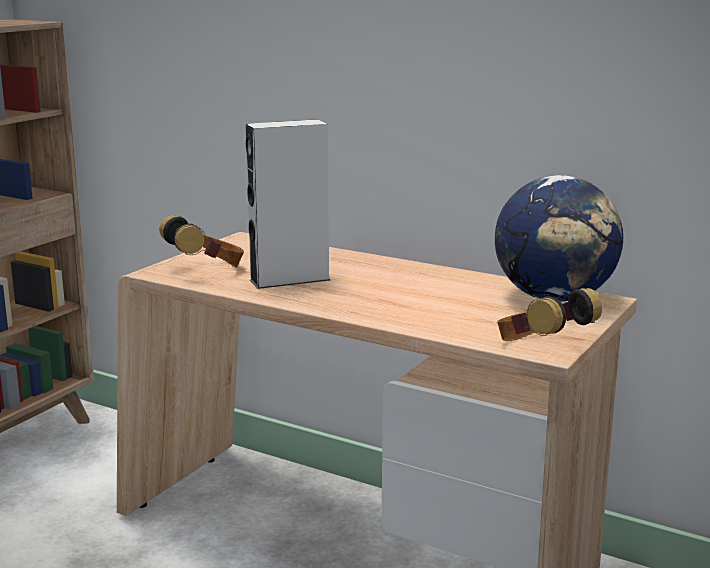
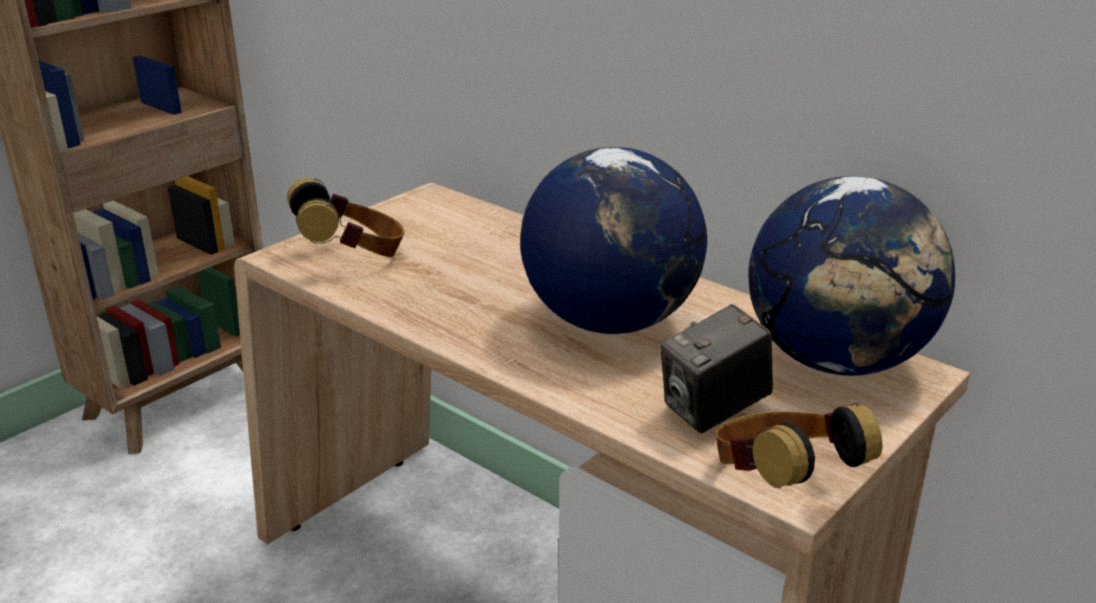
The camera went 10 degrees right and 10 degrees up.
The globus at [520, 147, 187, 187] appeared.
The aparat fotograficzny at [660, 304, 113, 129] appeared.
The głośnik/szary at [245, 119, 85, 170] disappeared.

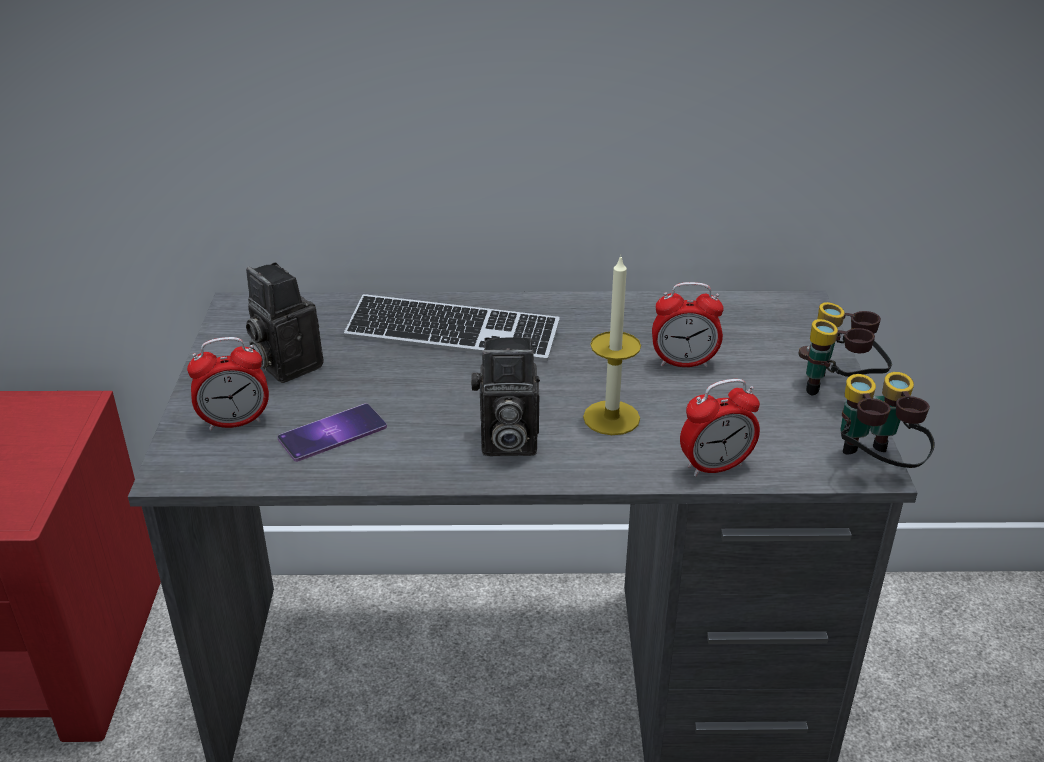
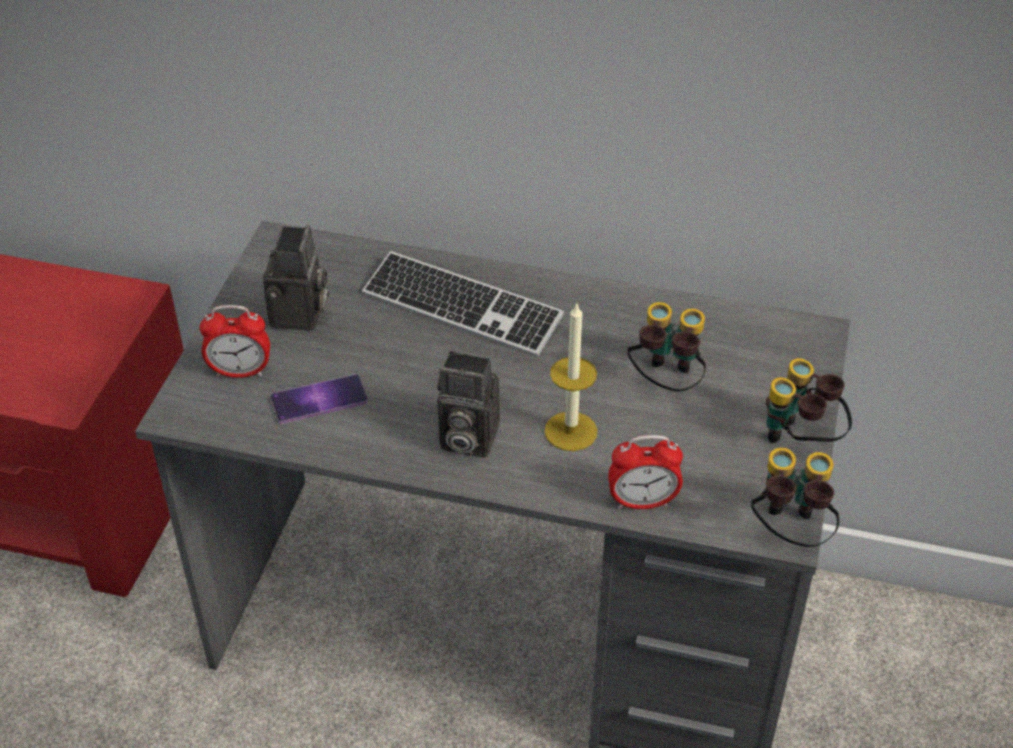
The camera went 15 degrees right and 10 degrees up.
The aparat fotograficzny at [246, 262, 77, 121] turned 150 degrees counterclockwise.
The budzik at [652, 282, 72, 85] was replaced by the lornetka at [628, 302, 78, 90].

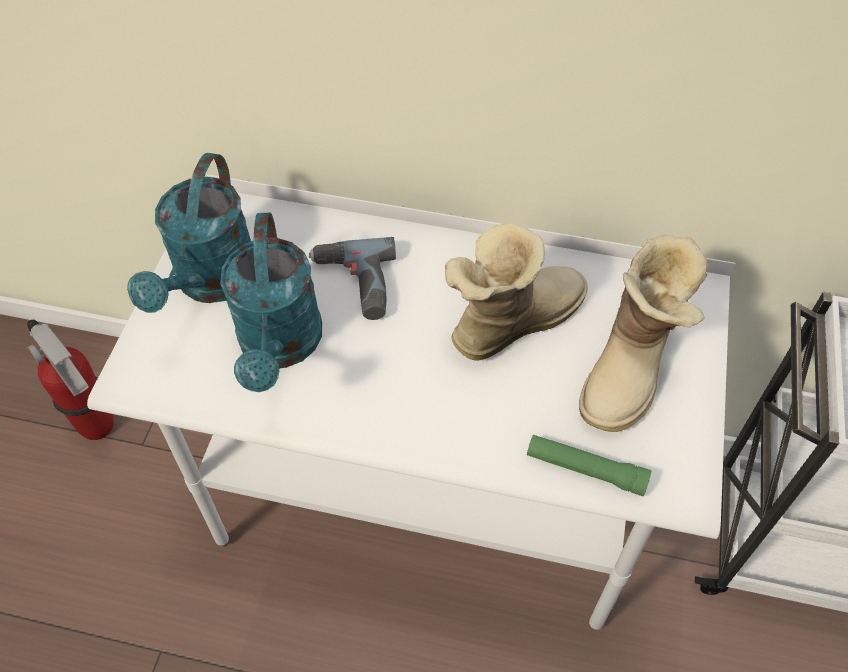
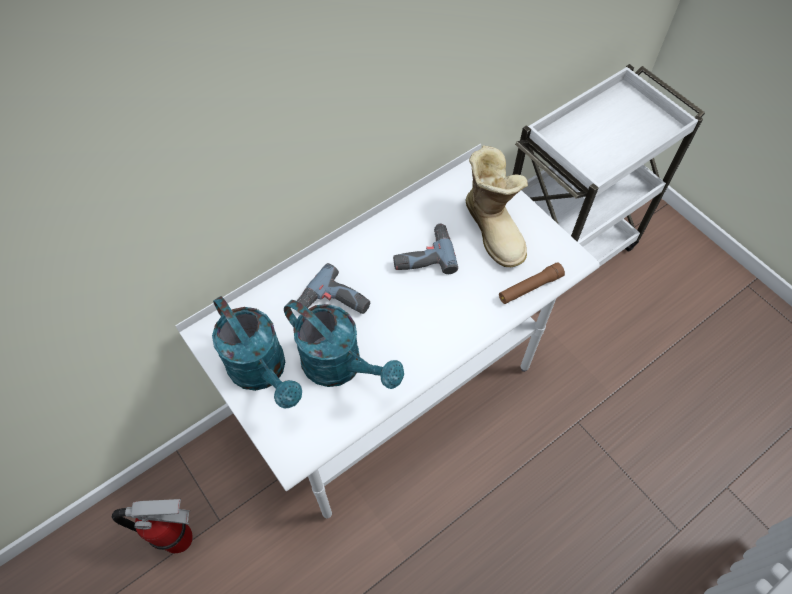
The camera went 50 degrees left and 5 degrees up.
The but z cholewką at [445, 224, 143, 137] was replaced by the wiertarka at [393, 223, 65, 51].
The latarka/zielony at [527, 435, 124, 61] became the latarka/brązowy at [499, 262, 66, 42].

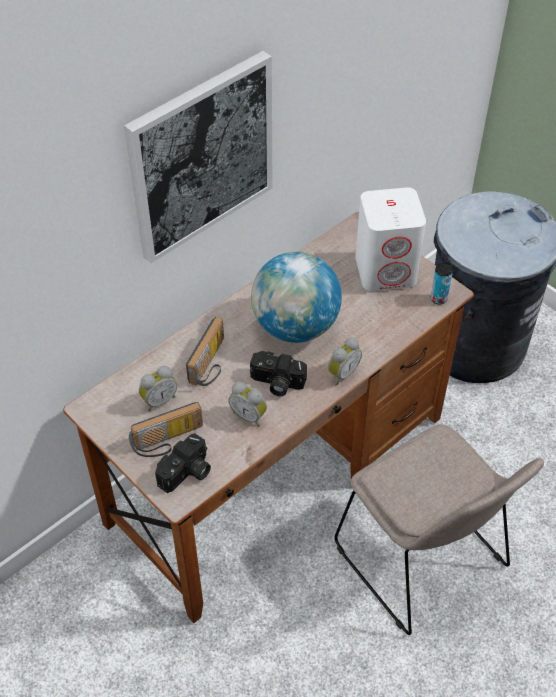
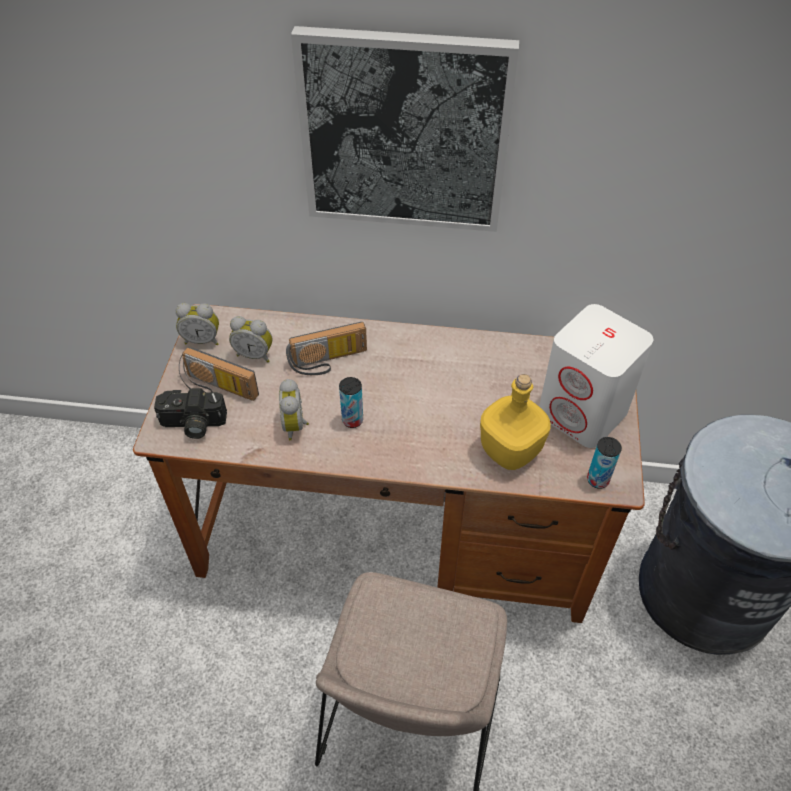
The camera went 50 degrees right and 0 degrees up.
The budzik moved from [328, 337, 34, 48] to [176, 303, 43, 42].
The aparat fotograficzny at [250, 351, 57, 45] was replaced by the puszka at [339, 377, 24, 51].
The butelka/żółty at [480, 374, 71, 96] appeared.
The globus at [251, 252, 91, 91] disappeared.

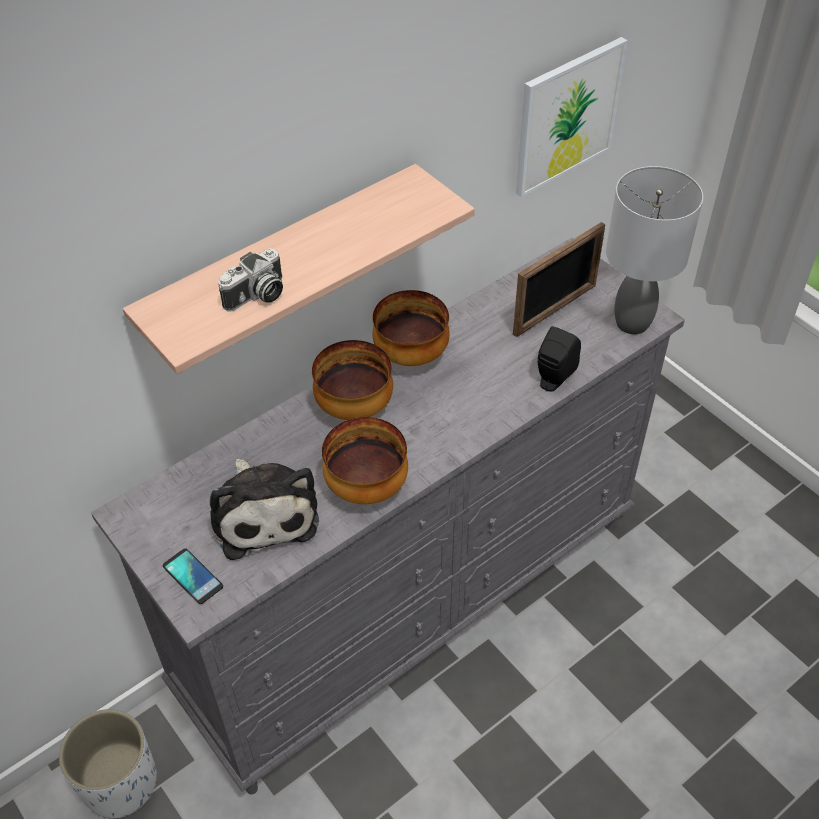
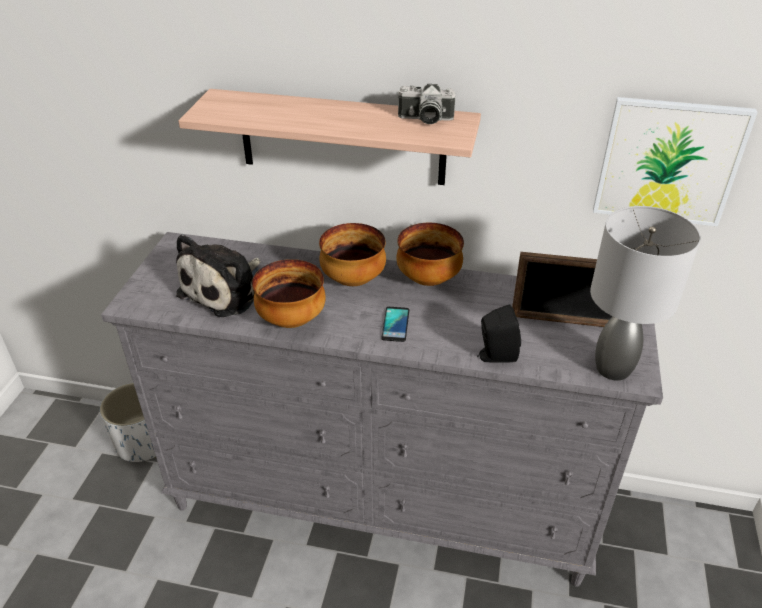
The camera went 50 degrees right and 10 degrees down.
The telefon moved from [163, 548, 60, 56] to [381, 307, 28, 35].
The aparat fotograficzny moved from [218, 248, 65, 64] to [397, 84, 58, 40].

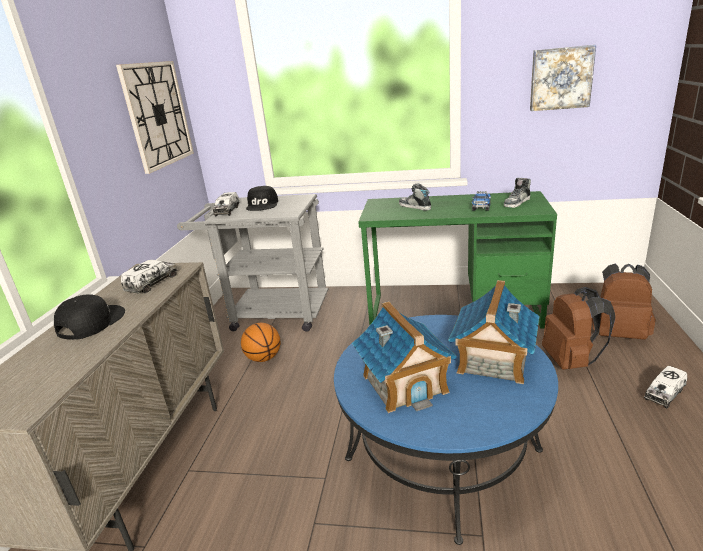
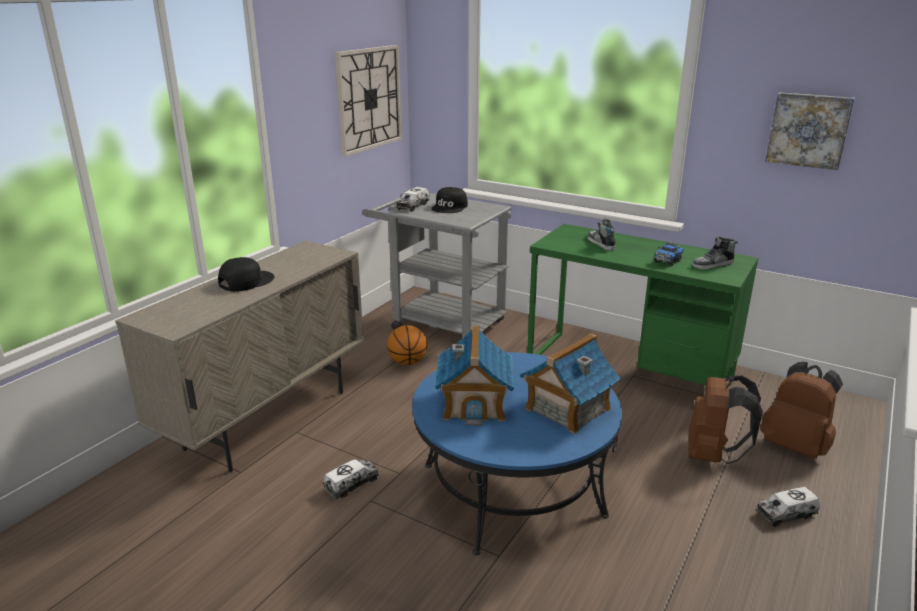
The camera went 20 degrees right and 0 degrees up.
The ciężarówka zabawkowa moved from [121, 260, 57, 33] to [323, 459, 56, 40].

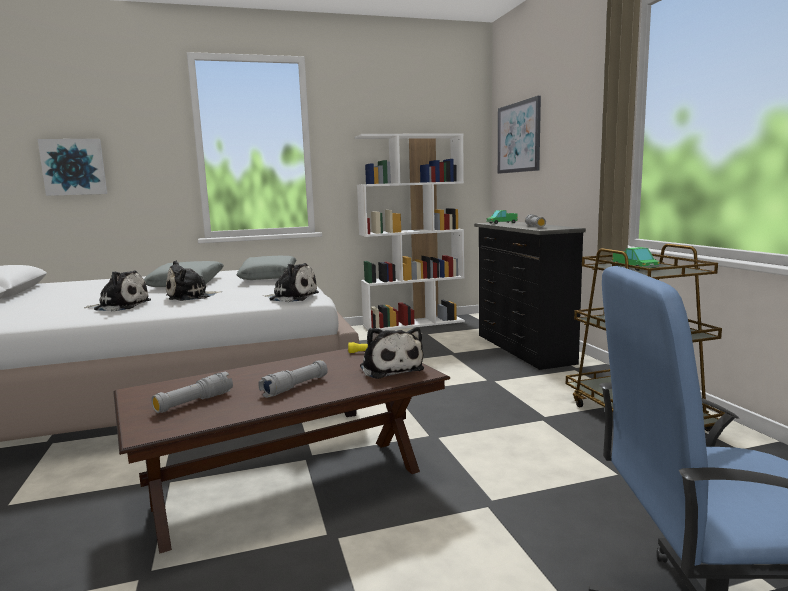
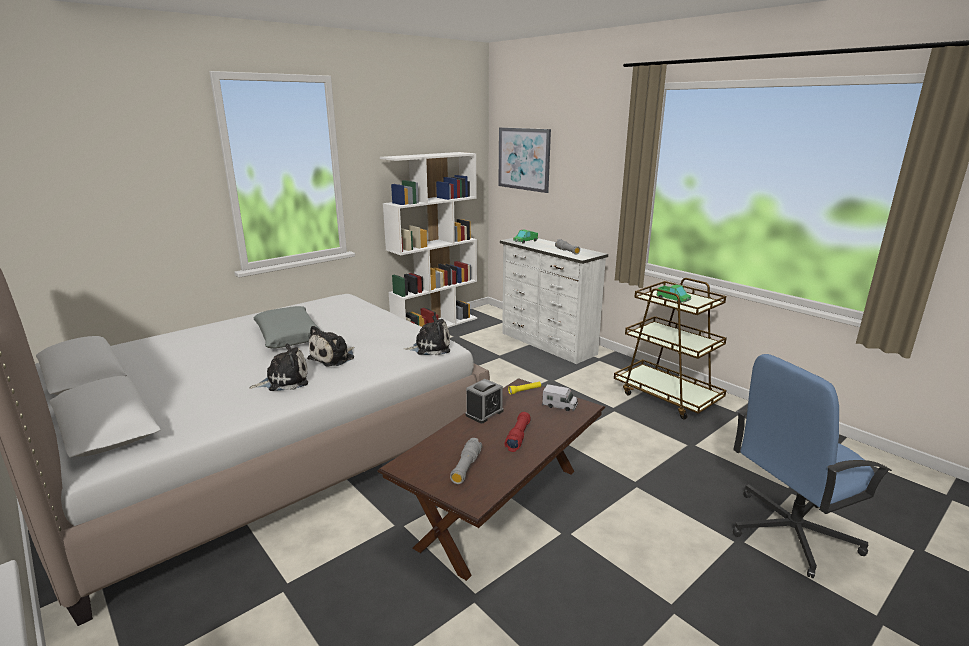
The camera went 25 degrees left and 10 degrees up.
The budzik at [465, 379, 38, 44] appeared.
The komoda/czarny at [474, 221, 112, 149] became the komoda/biały at [500, 238, 108, 126].
The latarka/szary at [258, 360, 70, 38] became the latarka/czerwony at [504, 412, 27, 40].
The pluszak at [360, 327, 64, 52] was replaced by the ciężarówka zabawkowa at [542, 384, 36, 27].
The obraz at [38, 139, 69, 57] disappeared.
The poduszka/szary at [236, 256, 61, 24] disappeared.

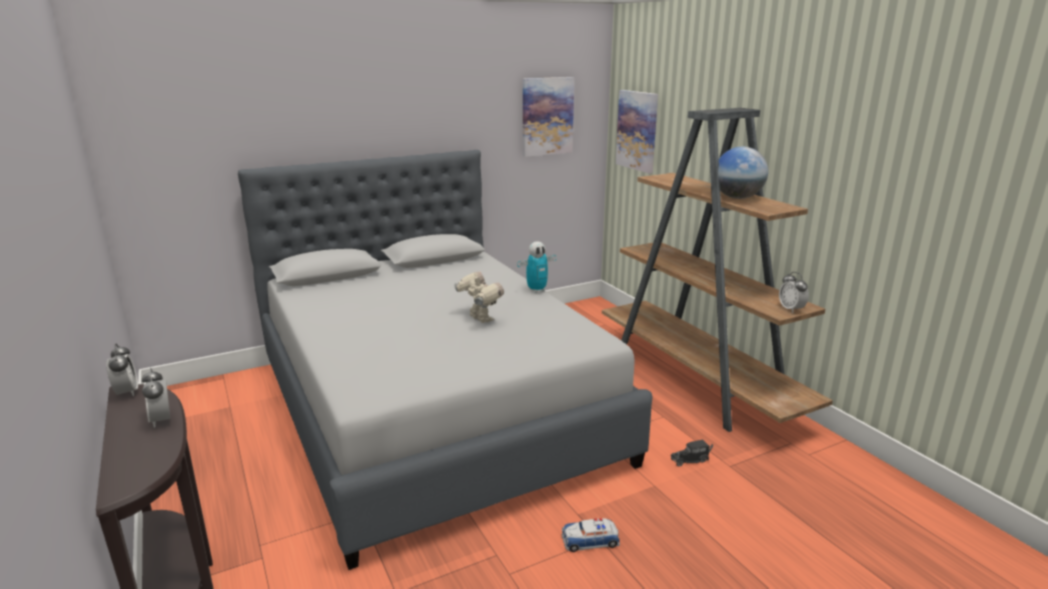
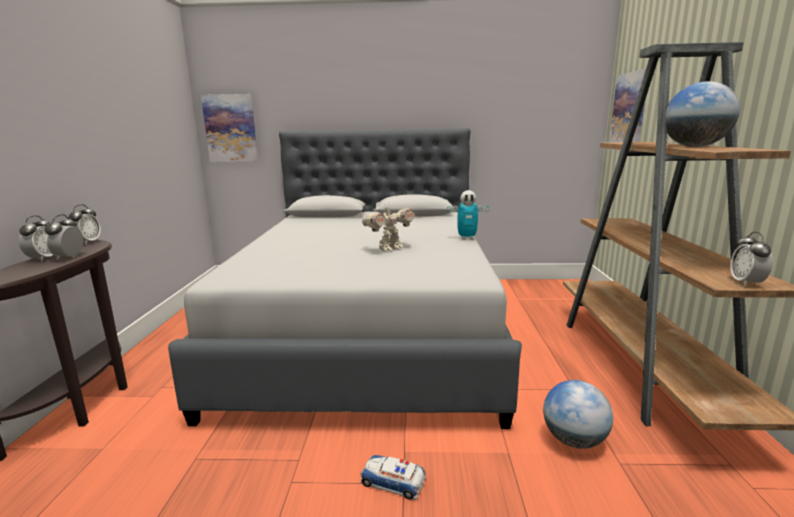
The camera went 30 degrees right and 5 degrees down.
The budzik at [19, 215, 37, 46] appeared.
The obraz moved from [523, 77, 51, 80] to [201, 94, 57, 68].
The robot zabawkowy at [454, 272, 50, 51] turned 60 degrees clockwise.
The ciężarówka zabawkowa at [670, 440, 43, 27] was replaced by the globus at [543, 380, 70, 69].

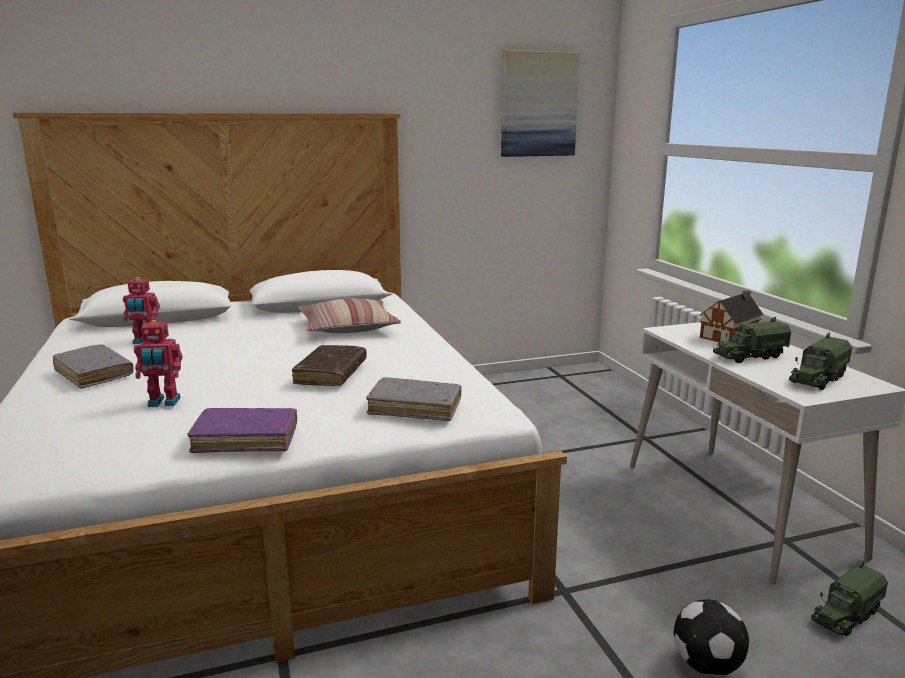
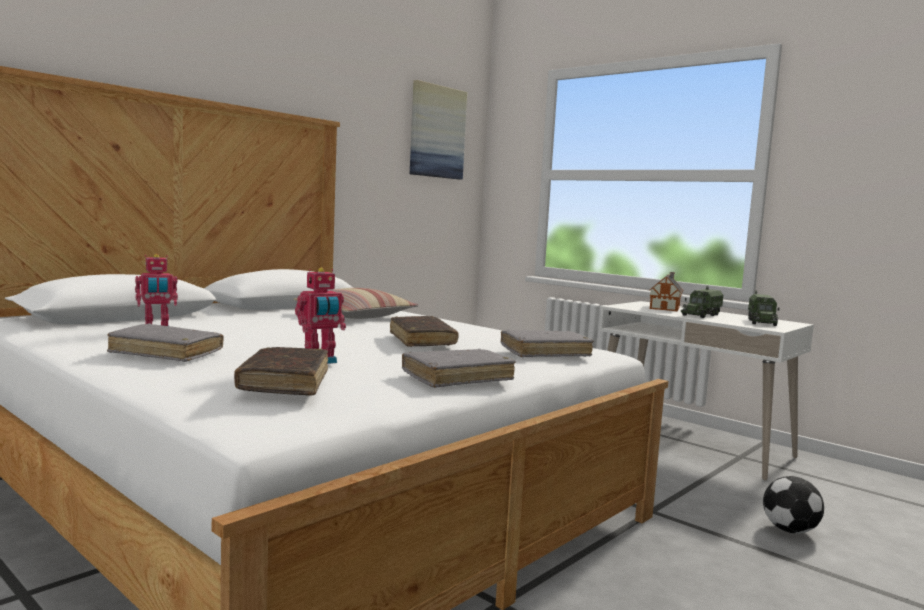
The camera went 30 degrees left and 10 degrees down.
The książka/brązowy at [234, 347, 94, 48] appeared.
The książka/fioletowy at [188, 408, 109, 45] became the książka/szary at [402, 349, 114, 39].
The ciężarówka zabawkowa at [811, 561, 77, 75] disappeared.

